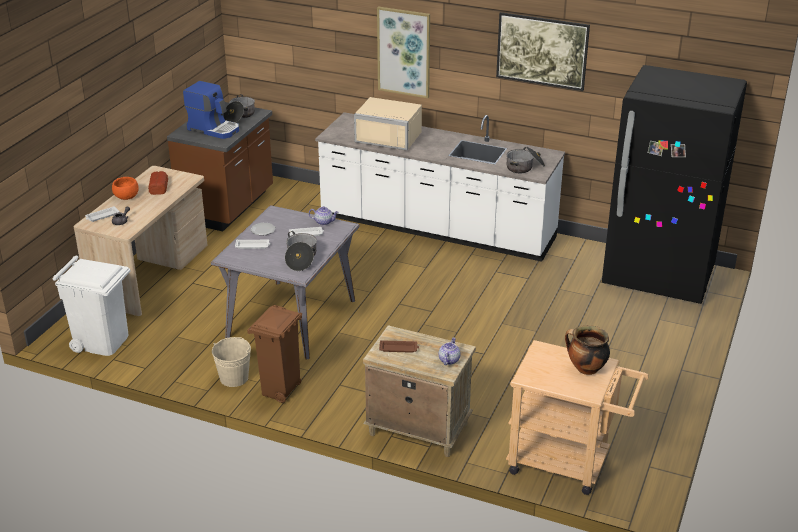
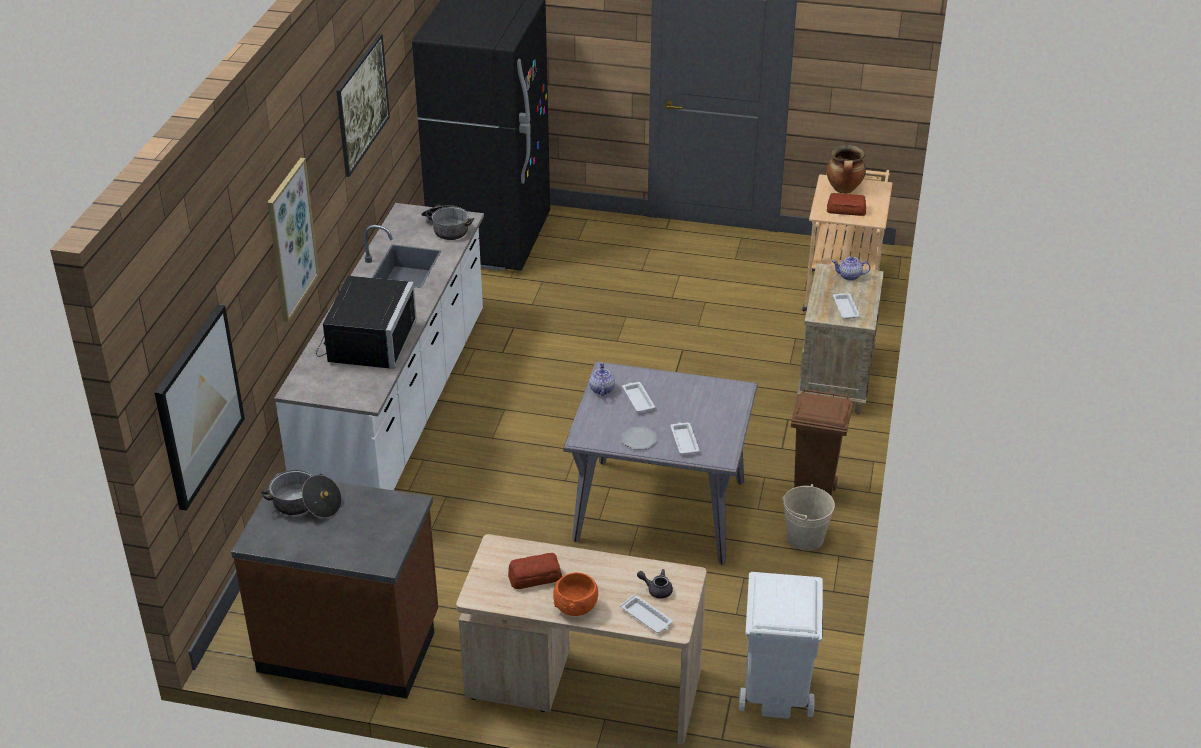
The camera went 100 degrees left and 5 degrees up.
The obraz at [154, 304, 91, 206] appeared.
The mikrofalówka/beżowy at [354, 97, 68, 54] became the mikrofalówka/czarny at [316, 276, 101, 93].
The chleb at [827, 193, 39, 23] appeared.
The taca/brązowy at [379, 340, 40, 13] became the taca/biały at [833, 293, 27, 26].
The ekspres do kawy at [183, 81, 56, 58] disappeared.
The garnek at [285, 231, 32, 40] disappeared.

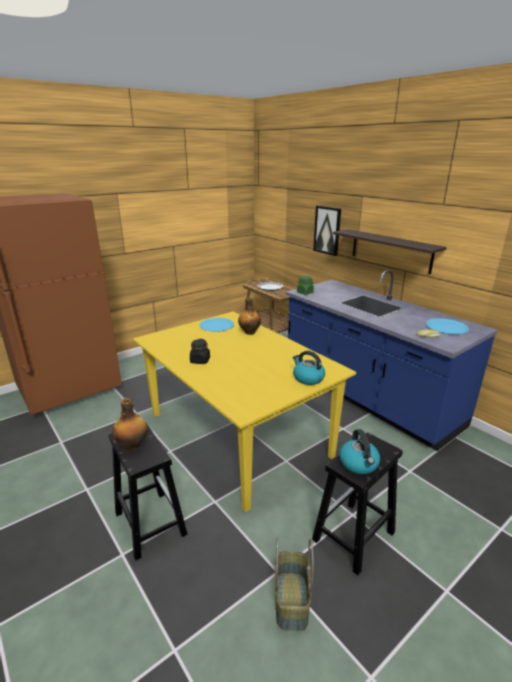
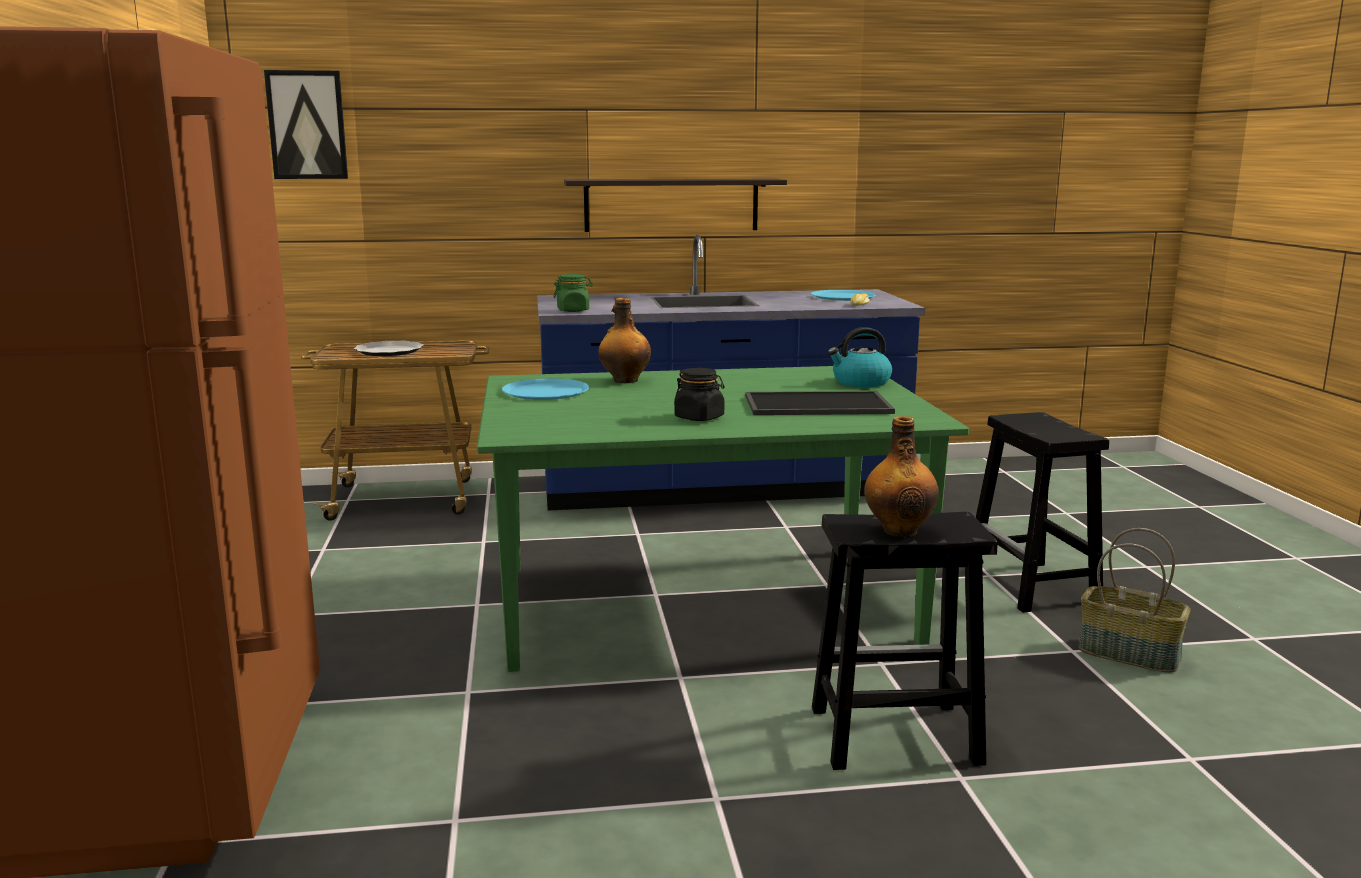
The camera went 60 degrees left and 10 degrees down.
The obraz moved from [313, 206, 28, 50] to [264, 70, 84, 109].
The stół jadalny/żółty at [133, 311, 223, 201] became the stół jadalny/zielony at [477, 366, 492, 306].
The taca at [745, 391, 150, 24] appeared.
The czajnik at [339, 429, 41, 45] disappeared.

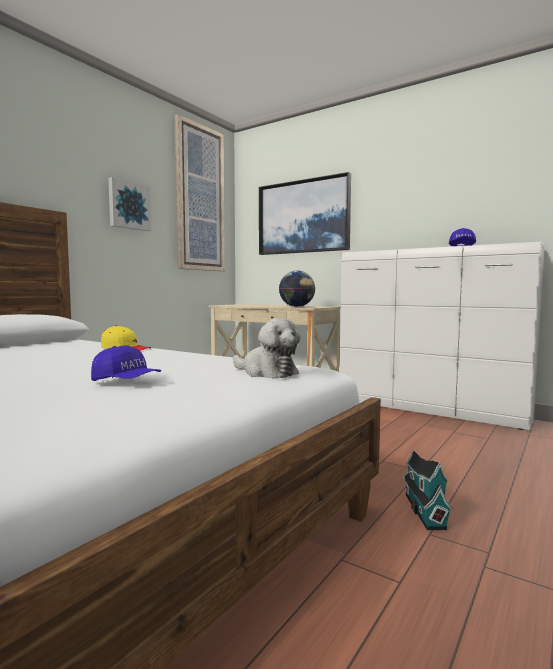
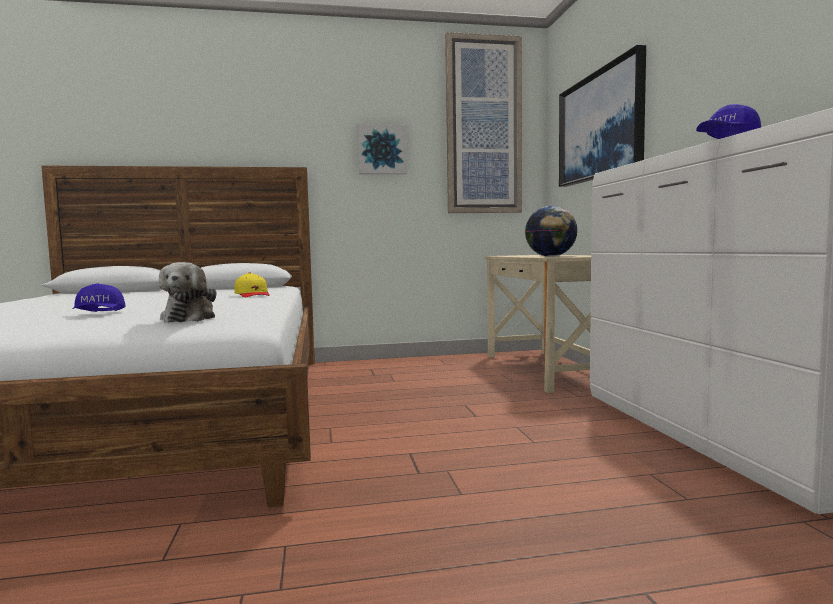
The camera went 45 degrees right and 0 degrees up.
The domek at [402, 449, 51, 81] disappeared.

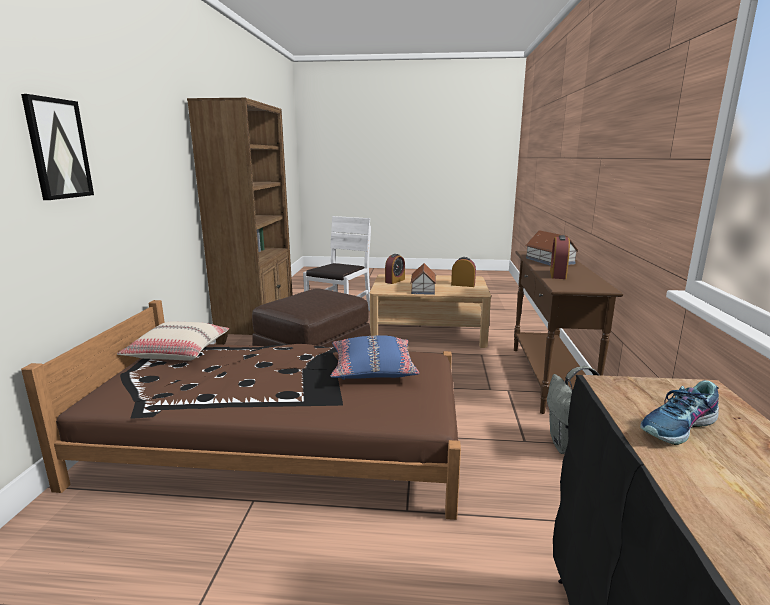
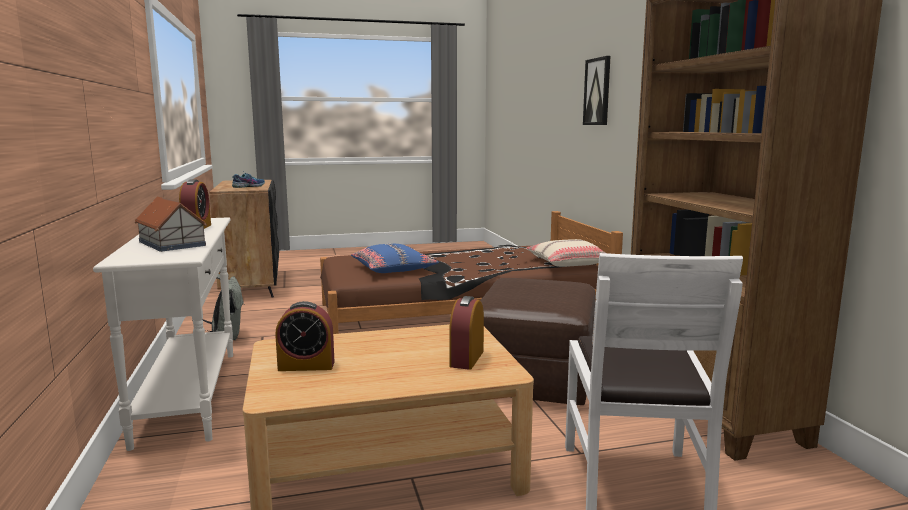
The camera went 160 degrees right and 5 degrees down.
The stolik konsolowy/brązowy at [514, 251, 109, 163] became the stolik konsolowy/biały at [93, 217, 140, 234].
The domek at [410, 263, 26, 32] disappeared.

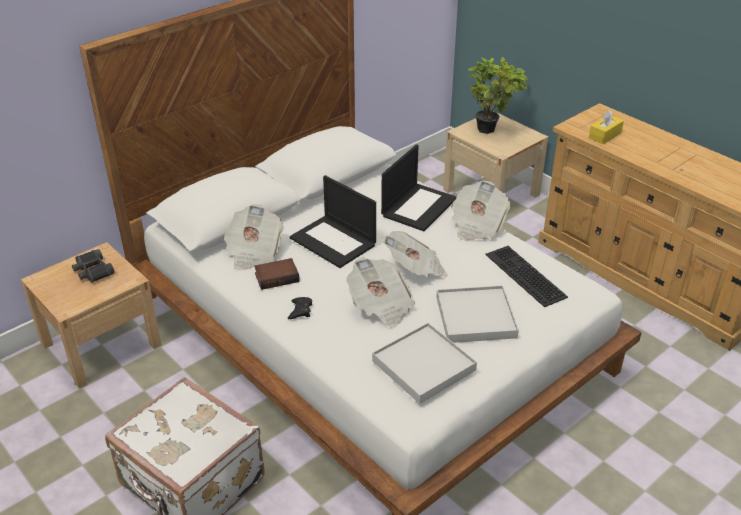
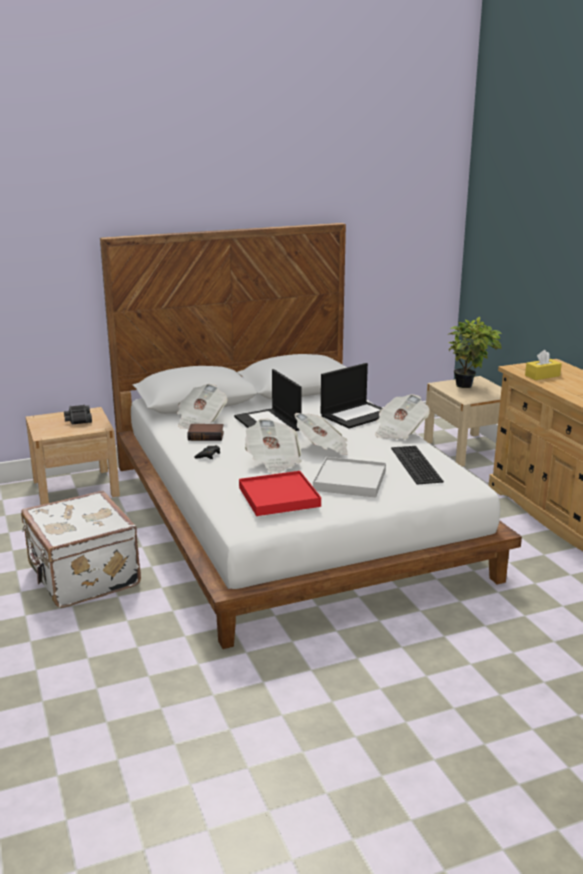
The camera went 20 degrees right and 15 degrees down.
The taca/biały at [372, 323, 105, 81] became the taca/czerwony at [239, 471, 82, 45].

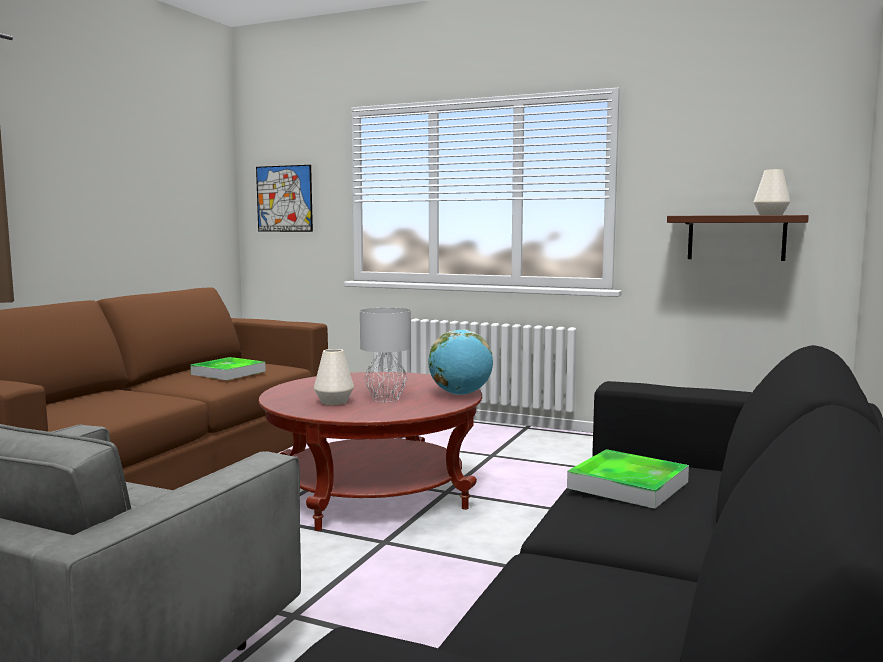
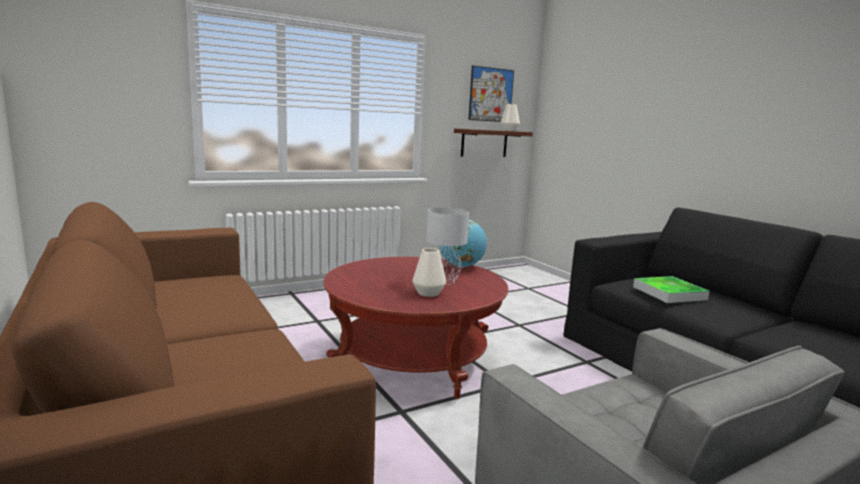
The camera went 55 degrees left and 5 degrees up.
The obraz moved from [256, 165, 57, 67] to [469, 66, 45, 56].
The taca at [190, 357, 76, 23] disappeared.

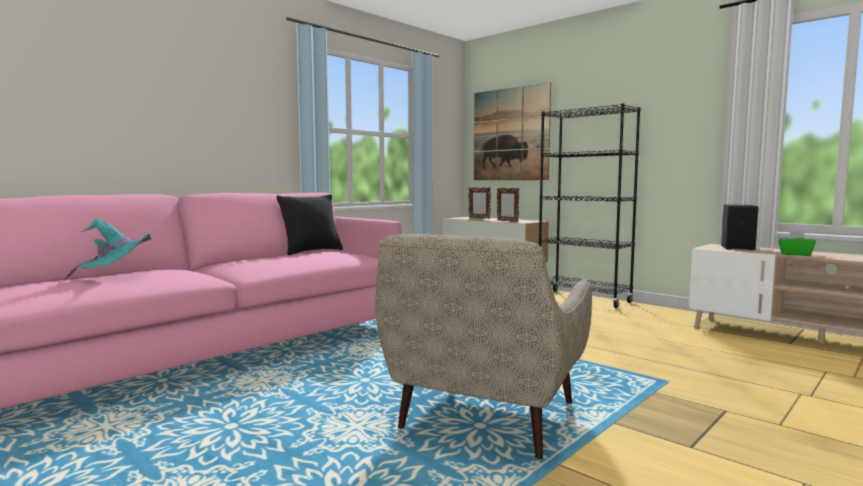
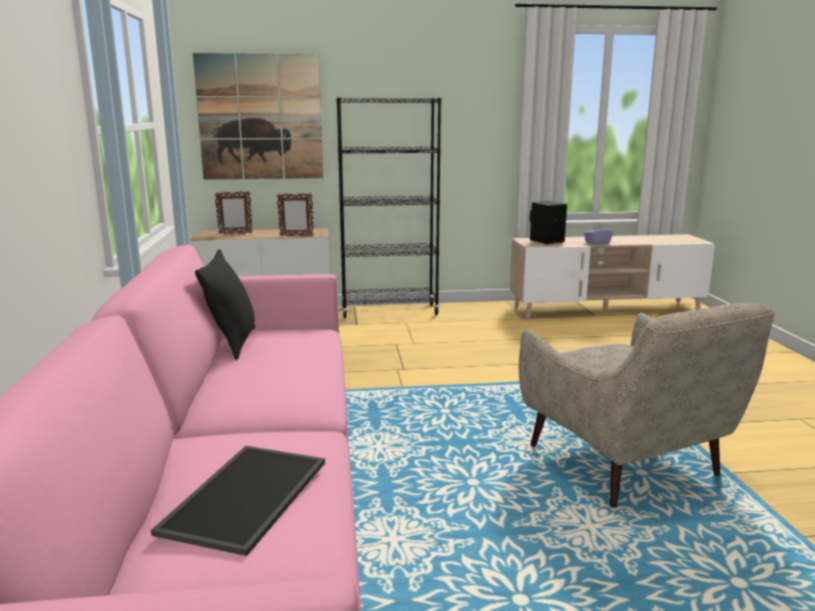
The camera went 50 degrees left and 10 degrees up.
The kapelusz/turkusowy at [63, 218, 88, 63] was replaced by the taca at [151, 446, 174, 110].
The pudełko chusteczek/zielony at [779, 231, 37, 25] became the pudełko chusteczek/fioletowy at [584, 224, 29, 21].

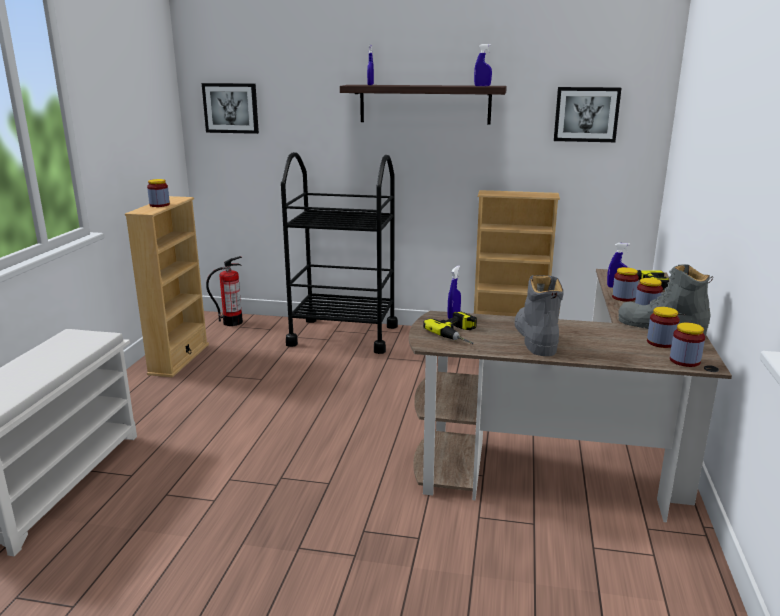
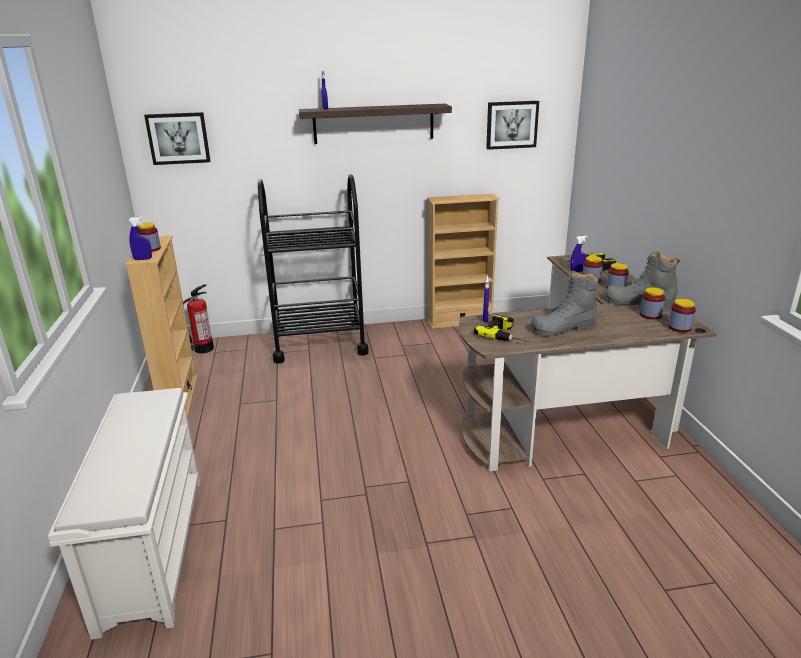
The camera went 20 degrees left and 5 degrees up.
The spryskiwacz/niebieski moved from [474, 44, 18, 42] to [129, 217, 23, 43].
The but z cholewką/szary at [514, 275, 50, 81] turned 90 degrees counterclockwise.

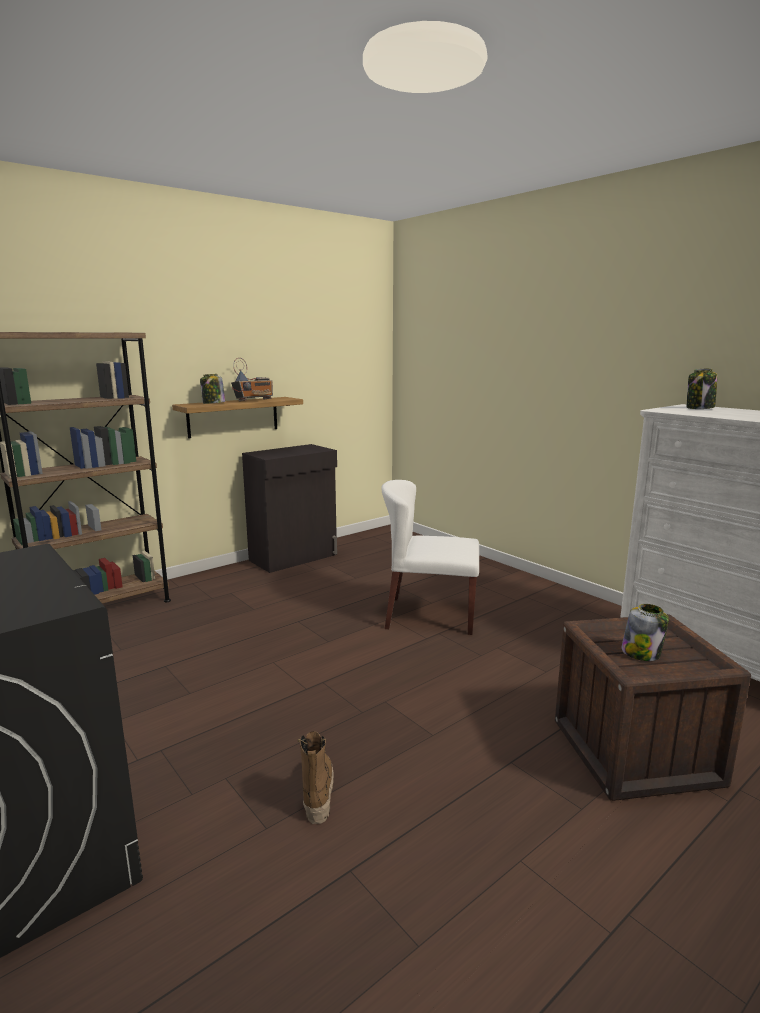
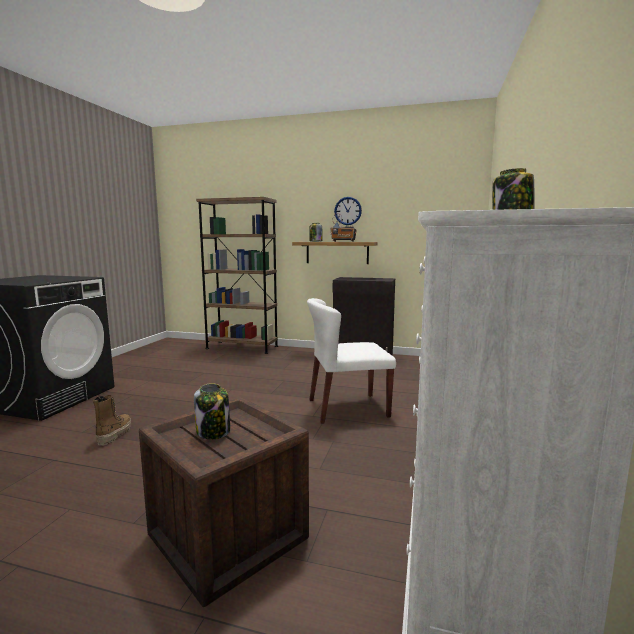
The camera went 55 degrees right and 5 degrees down.
The but z cholewką at [297, 731, 36, 93] turned 45 degrees counterclockwise.
The krzesło/biały at [381, 480, 98, 155] turned 75 degrees counterclockwise.
The zegar ścienny at [334, 197, 28, 28] appeared.

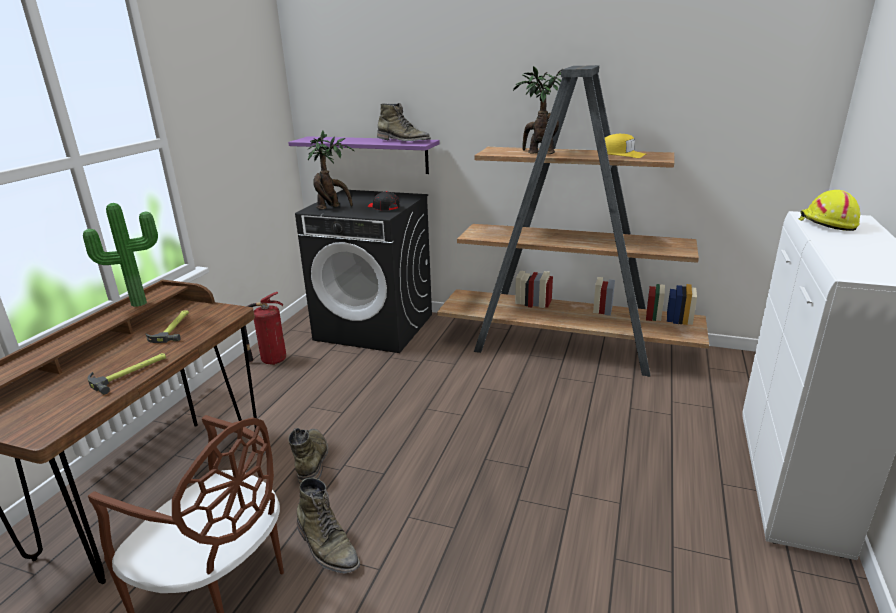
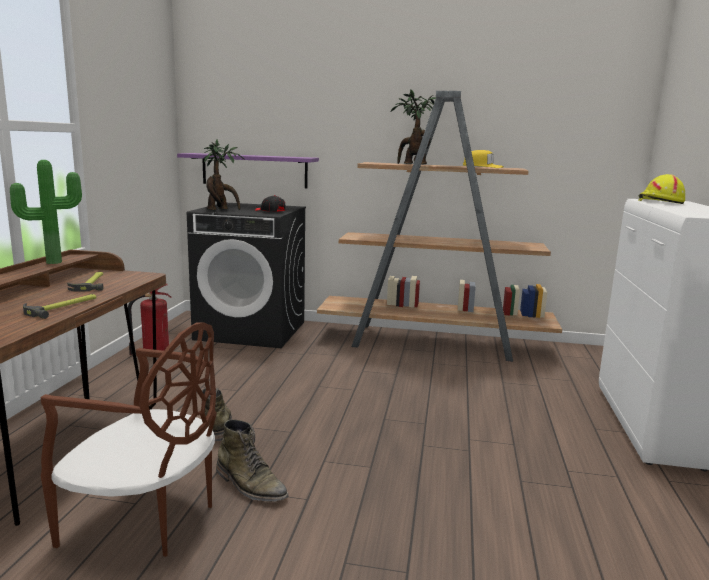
The camera went 10 degrees left and 10 degrees down.
The but z cholewką/zielony at [377, 103, 54, 38] disappeared.

